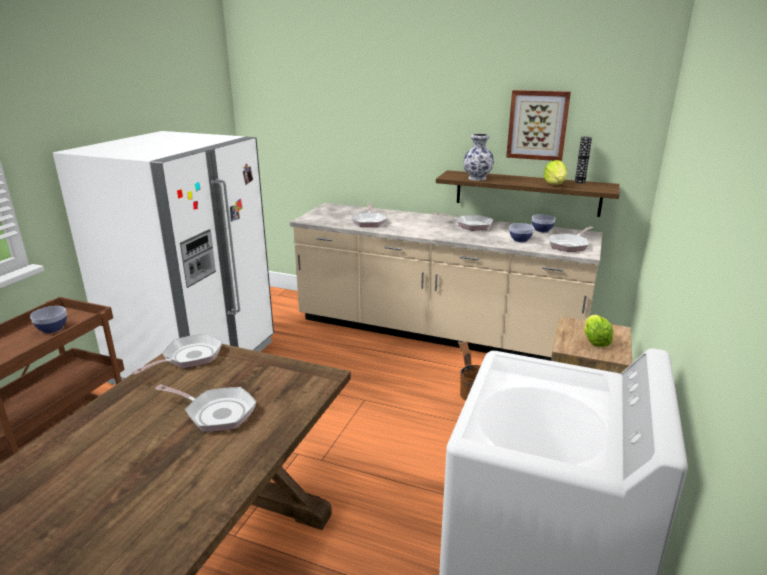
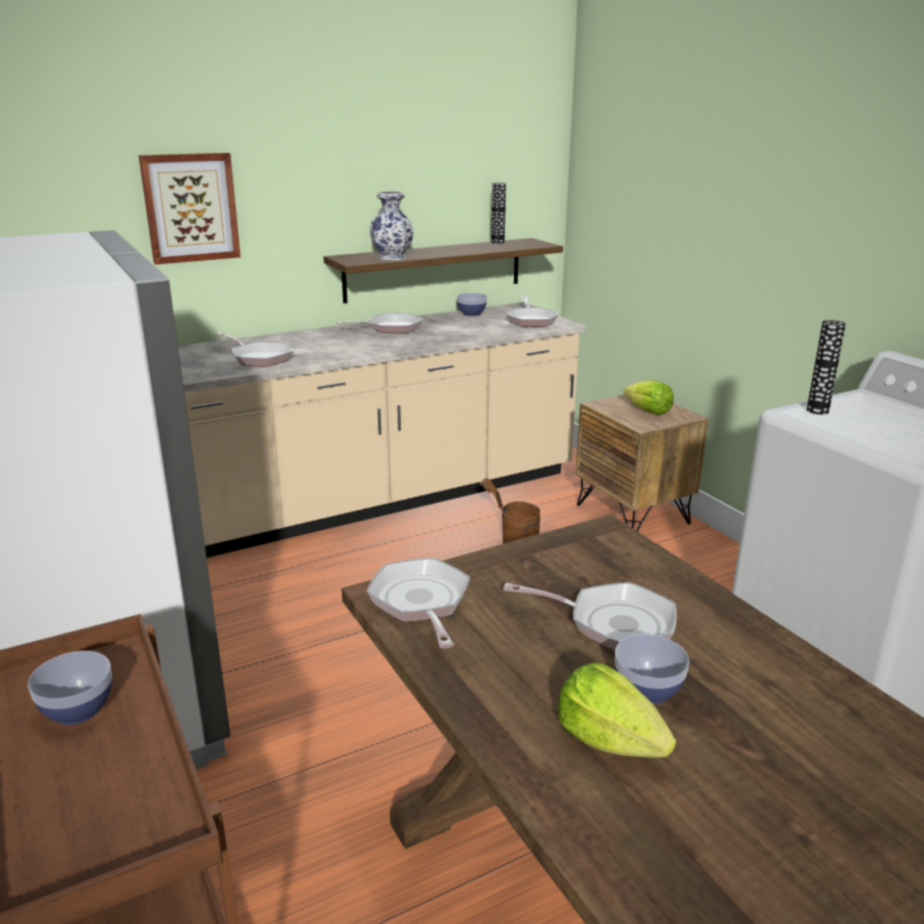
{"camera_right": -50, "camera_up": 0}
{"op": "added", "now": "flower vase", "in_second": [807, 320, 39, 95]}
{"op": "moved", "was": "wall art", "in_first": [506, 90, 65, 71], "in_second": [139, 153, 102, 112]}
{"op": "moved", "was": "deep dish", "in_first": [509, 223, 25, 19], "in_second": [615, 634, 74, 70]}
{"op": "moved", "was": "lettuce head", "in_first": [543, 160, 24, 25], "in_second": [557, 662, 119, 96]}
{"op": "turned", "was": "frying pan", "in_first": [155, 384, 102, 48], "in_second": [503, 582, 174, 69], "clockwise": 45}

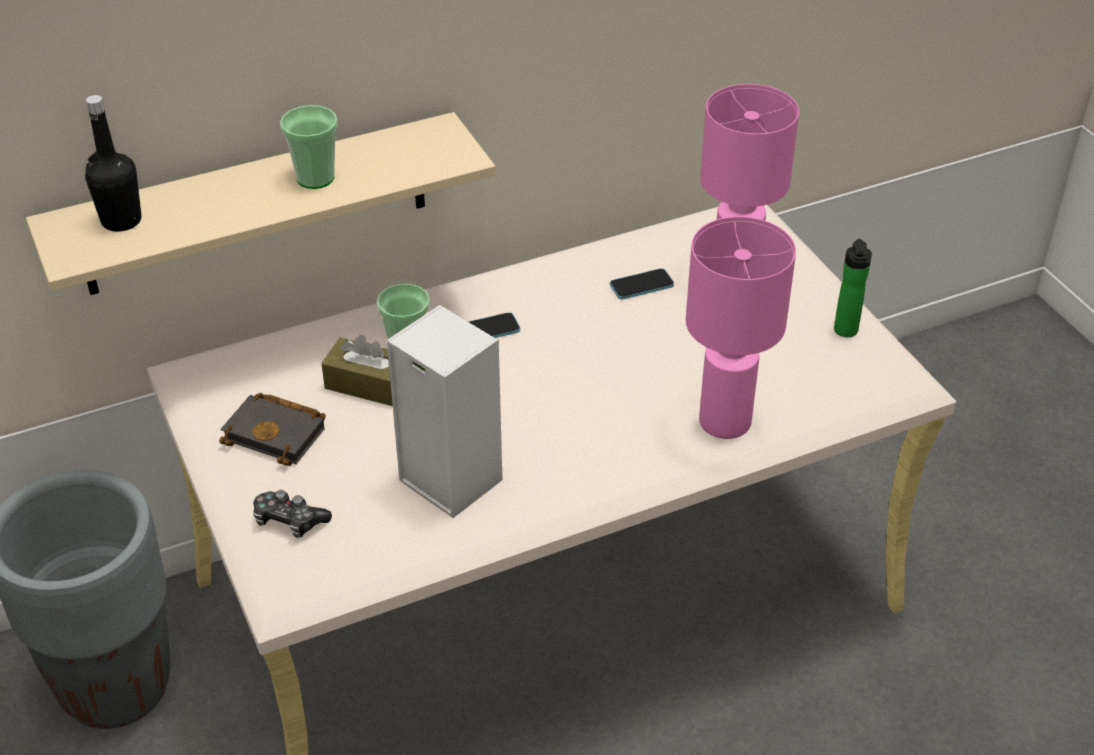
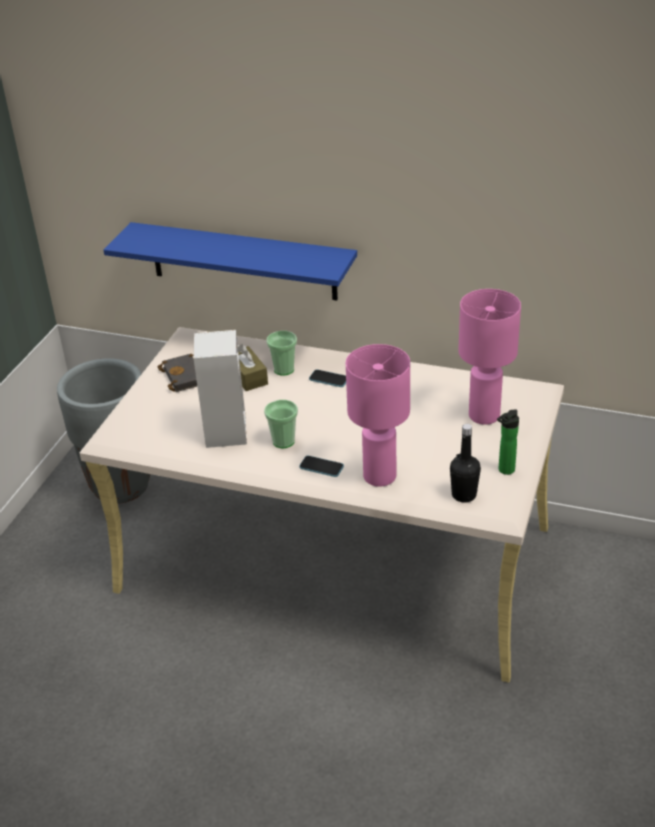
{"camera_right": 45, "camera_up": -5}
{"op": "removed", "was": "joypad", "in_first": [253, 490, 79, 48]}
{"op": "moved", "was": "bottle in black", "in_first": [85, 95, 57, 137], "in_second": [450, 424, 31, 79]}
{"op": "moved", "was": "small cup", "in_first": [280, 105, 58, 84], "in_second": [264, 400, 34, 48]}
{"op": "moved", "was": "telephone", "in_first": [610, 268, 64, 31], "in_second": [299, 456, 45, 21]}
{"op": "recoloured", "was": "bracket shelf in beige-coloured", "now": "bracket shelf in bluish", "in_first": [26, 112, 470, 183], "in_second": [104, 222, 253, 78]}

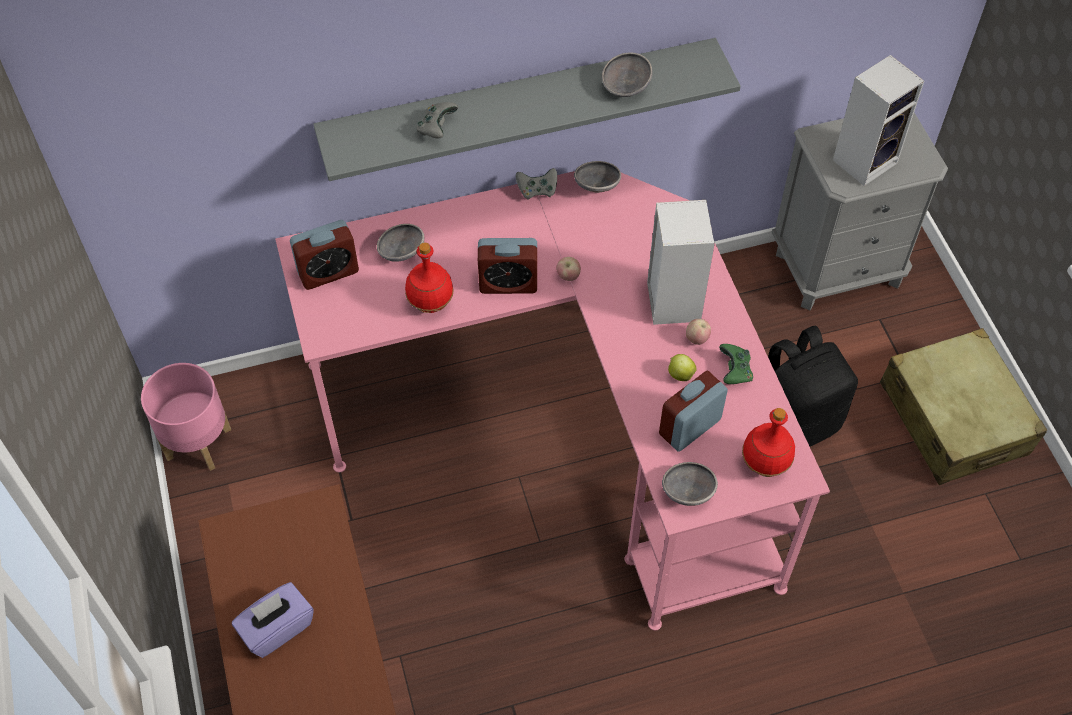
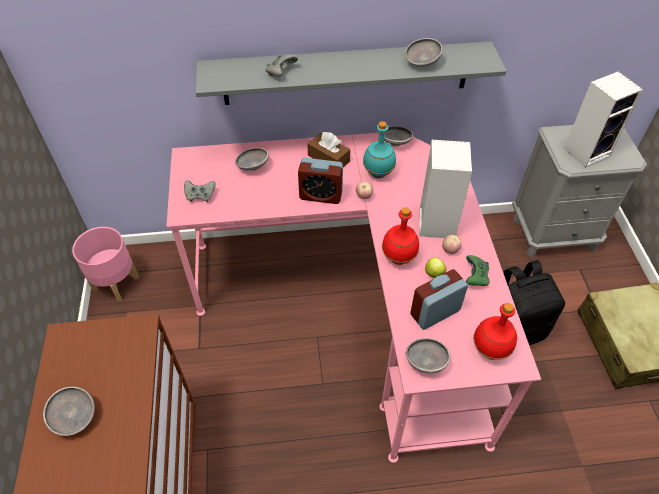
{"camera_right": 10, "camera_up": -5}
{"op": "removed", "was": "table clock", "in_first": [290, 220, 69, 70]}
{"op": "added", "now": "tissue box in brown-coloured", "in_second": [307, 132, 43, 35]}
{"op": "added", "now": "bottle in turquoise-coloured", "in_second": [363, 121, 33, 57]}
{"op": "moved", "was": "bottle in reddish", "in_first": [405, 243, 49, 70], "in_second": [382, 207, 37, 58]}
{"op": "moved", "was": "joypad in grey", "in_first": [516, 168, 41, 32], "in_second": [184, 180, 32, 22]}
{"op": "replaced", "was": "tissue box in purplish", "now": "deep dish in grey", "in_first": [232, 582, 82, 76], "in_second": [43, 386, 52, 50]}

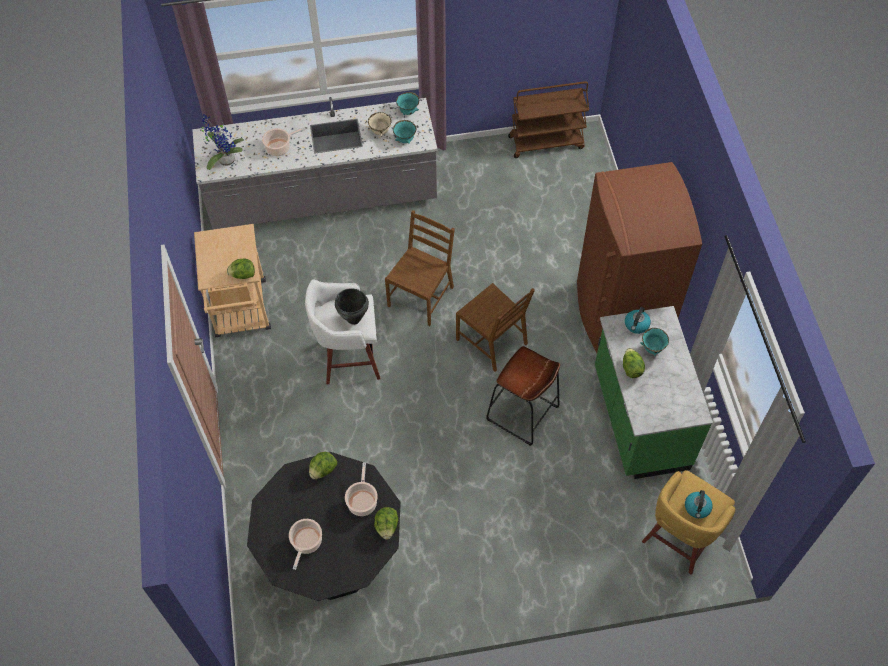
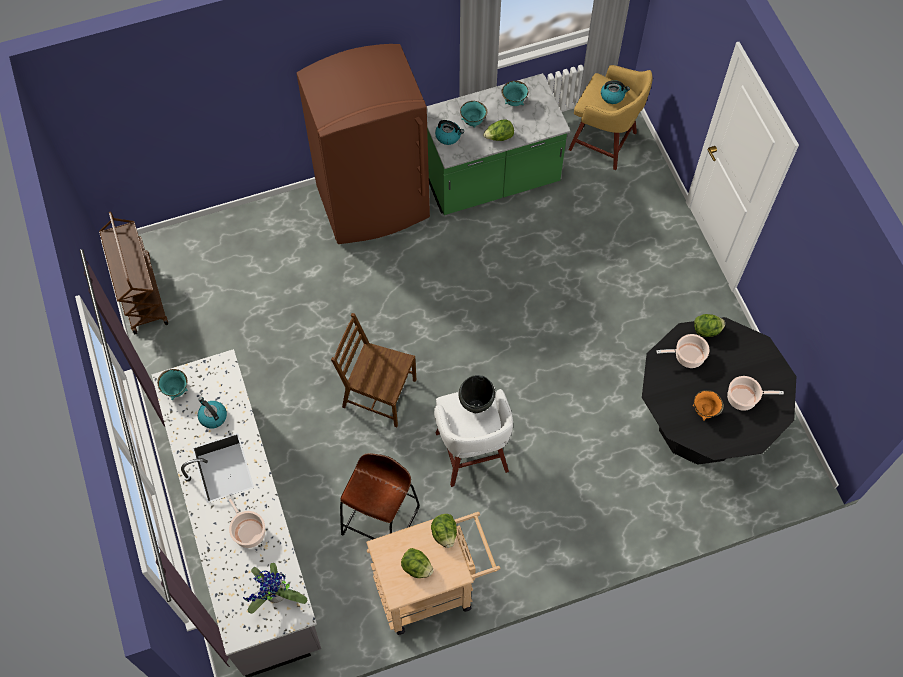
{"camera_right": -100, "camera_up": 5}
{"op": "removed", "was": "plain chair in brown-coloured", "in_first": [456, 283, 79, 89]}
{"op": "added", "now": "deep dish in orange-coloured", "in_second": [693, 390, 31, 30]}
{"op": "moved", "was": "lettuce head", "in_first": [309, 452, 28, 27], "in_second": [401, 548, 33, 30]}
{"op": "moved", "was": "deep dish in turquoise-coloured", "in_first": [393, 120, 23, 24], "in_second": [502, 81, 26, 25]}
{"op": "moved", "was": "stool in brown-coloured", "in_first": [486, 346, 74, 100], "in_second": [340, 453, 80, 86]}
{"op": "replaced", "was": "deep dish in beige-coloured", "now": "water kettle", "in_first": [368, 112, 24, 25], "in_second": [198, 397, 29, 32]}

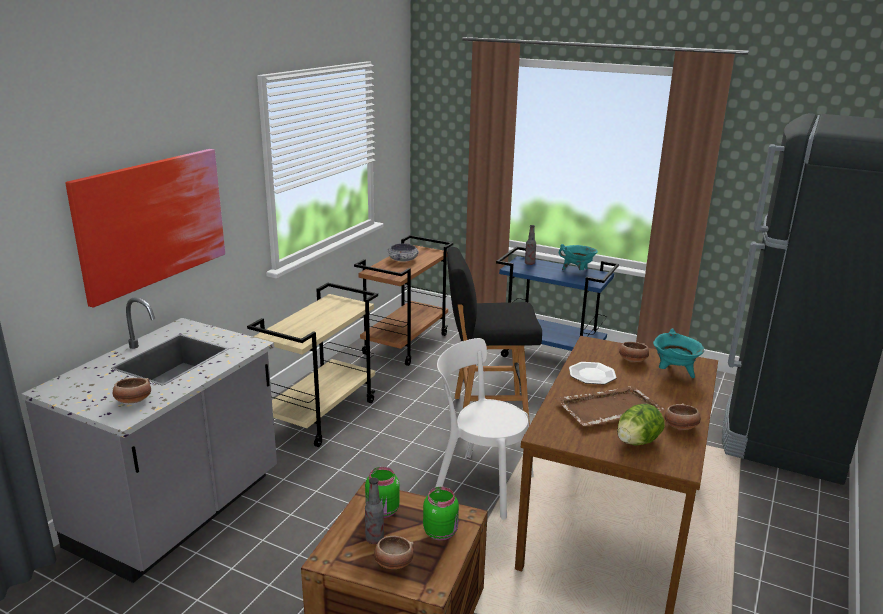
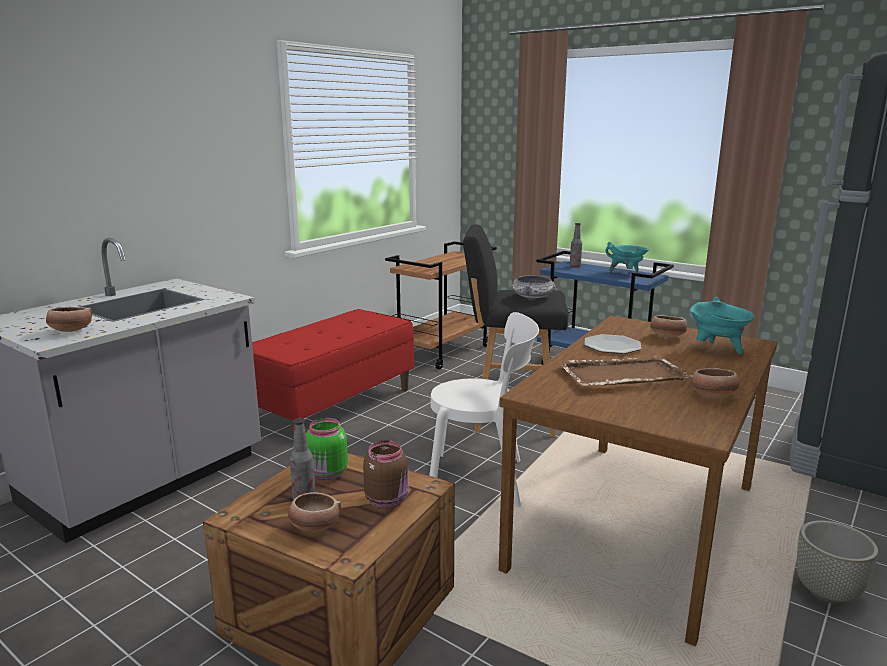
{"camera_right": 10, "camera_up": -5}
{"op": "removed", "was": "wall art", "in_first": [65, 149, 160, 159]}
{"op": "removed", "was": "lettuce head", "in_first": [617, 404, 48, 42]}
{"op": "added", "now": "planter in grey", "in_second": [797, 520, 81, 84]}
{"op": "moved", "was": "deep dish", "in_first": [388, 243, 31, 19], "in_second": [512, 275, 44, 23]}
{"op": "replaced", "was": "trolley in beige-coloured", "now": "bench in reddish", "in_first": [247, 283, 131, 164], "in_second": [252, 309, 162, 133]}
{"op": "recoloured", "was": "preserve jar in green", "now": "preserve jar in brown-coloured", "in_first": [423, 487, 36, 54], "in_second": [363, 440, 45, 68]}
{"op": "turned", "was": "plain chair in white", "in_first": [435, 338, 99, 181], "in_second": [429, 312, 110, 195], "clockwise": 150}

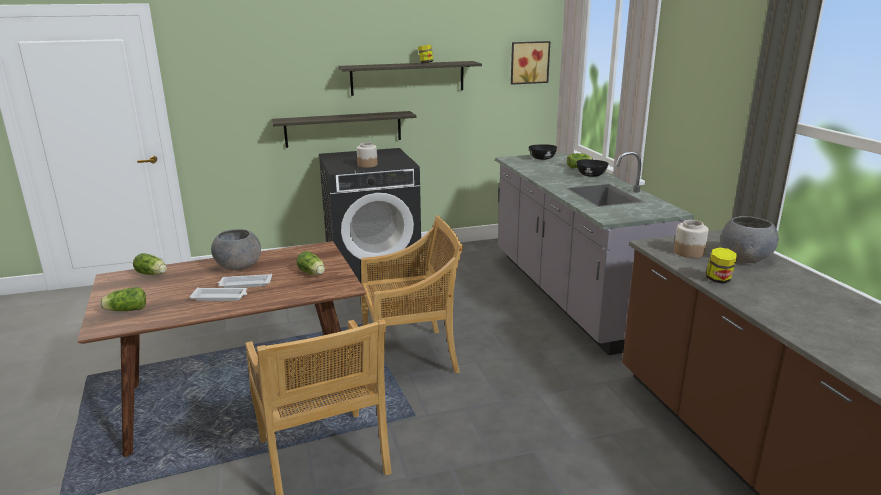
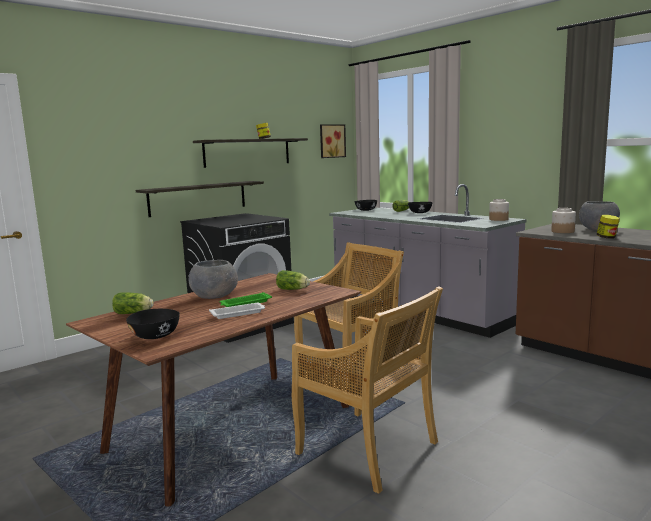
{"camera_right": -25, "camera_up": -10}
{"op": "moved", "was": "preserve jar", "in_first": [357, 142, 21, 26], "in_second": [489, 199, 20, 22]}
{"op": "replaced", "was": "lettuce head", "now": "deep dish in black", "in_first": [100, 287, 46, 24], "in_second": [126, 309, 54, 30]}
{"op": "recoloured", "was": "carrying tray in white", "now": "carrying tray in green", "in_first": [218, 274, 54, 14], "in_second": [219, 292, 53, 15]}

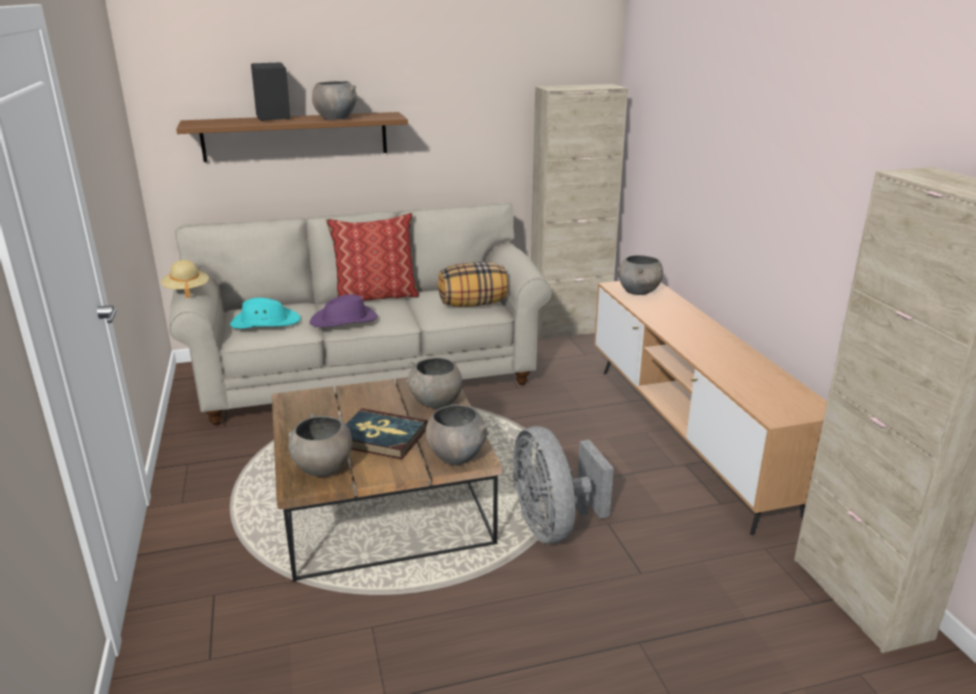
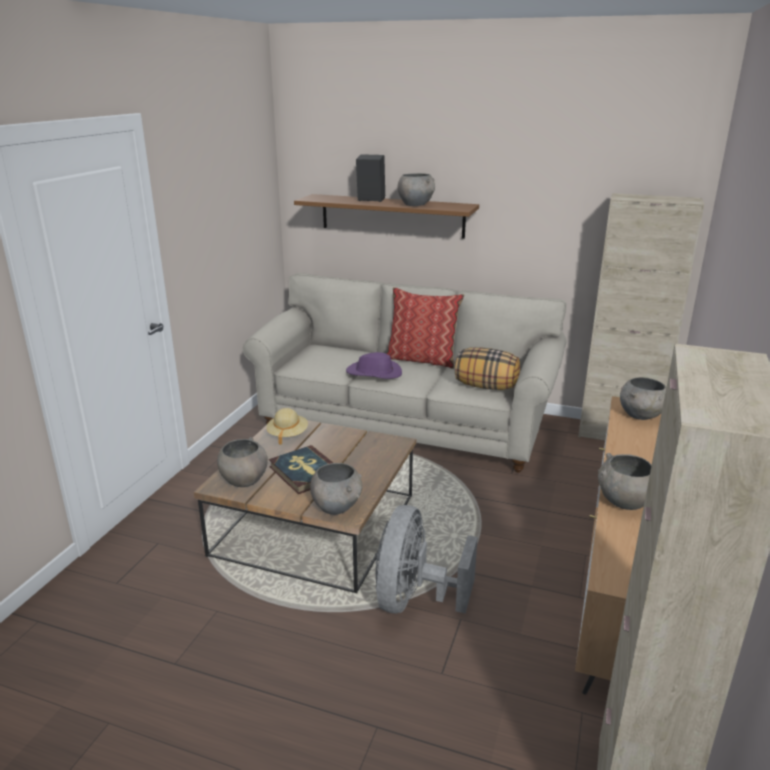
{"camera_right": 35, "camera_up": 0}
{"op": "removed", "was": "clothing hat in turquoise-coloured", "in_first": [230, 298, 71, 31]}
{"op": "moved", "was": "clothing hat in beige-coloured", "in_first": [161, 260, 48, 38], "in_second": [266, 408, 42, 37]}
{"op": "moved", "was": "deep dish in grey", "in_first": [406, 358, 56, 51], "in_second": [598, 453, 54, 57]}

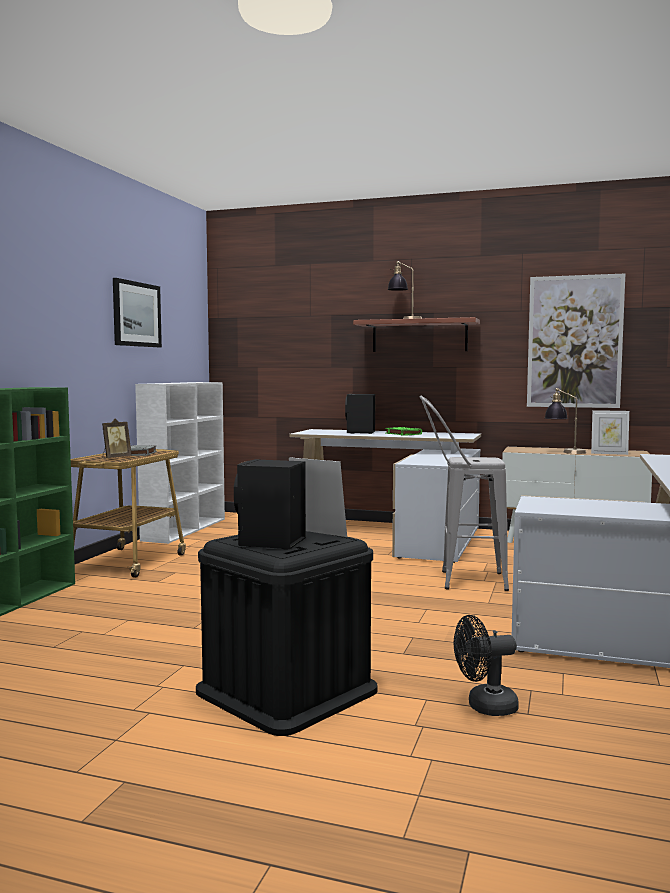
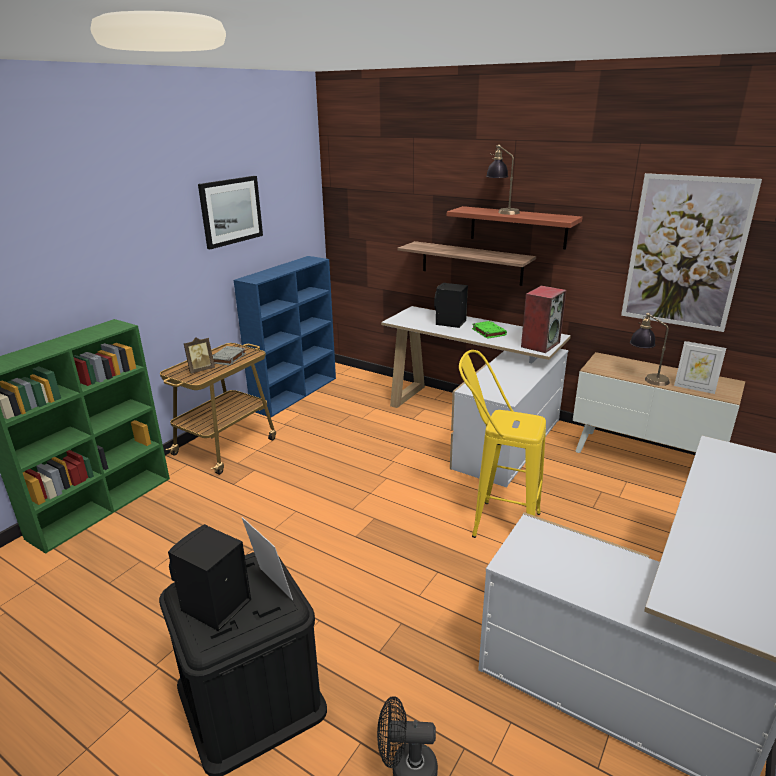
{"camera_right": 15, "camera_up": 20}
{"op": "added", "now": "bracket shelf", "in_second": [397, 241, 139, 45]}
{"op": "added", "now": "speaker", "in_second": [521, 286, 45, 67]}
{"op": "recoloured", "was": "bookshelf in white", "now": "bookshelf in bluish", "in_first": [135, 382, 90, 162], "in_second": [234, 256, 102, 161]}
{"op": "recoloured", "was": "stool in grey", "now": "stool in yellowish", "in_first": [420, 396, 89, 195], "in_second": [459, 350, 87, 188]}

